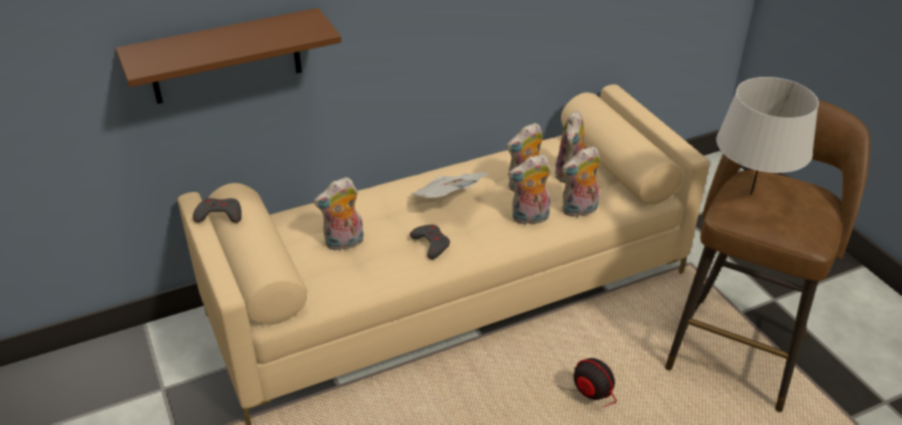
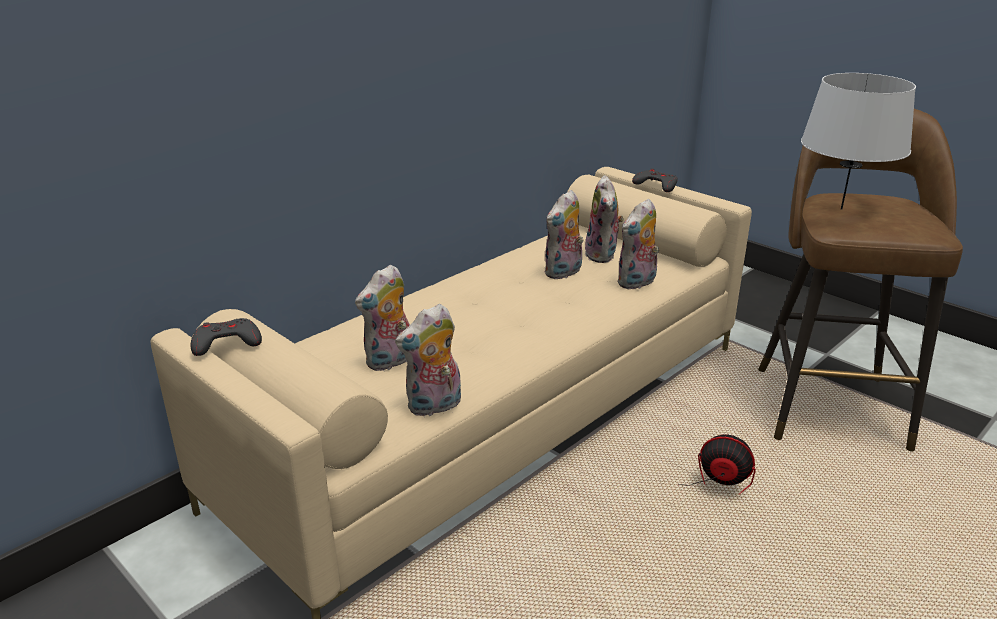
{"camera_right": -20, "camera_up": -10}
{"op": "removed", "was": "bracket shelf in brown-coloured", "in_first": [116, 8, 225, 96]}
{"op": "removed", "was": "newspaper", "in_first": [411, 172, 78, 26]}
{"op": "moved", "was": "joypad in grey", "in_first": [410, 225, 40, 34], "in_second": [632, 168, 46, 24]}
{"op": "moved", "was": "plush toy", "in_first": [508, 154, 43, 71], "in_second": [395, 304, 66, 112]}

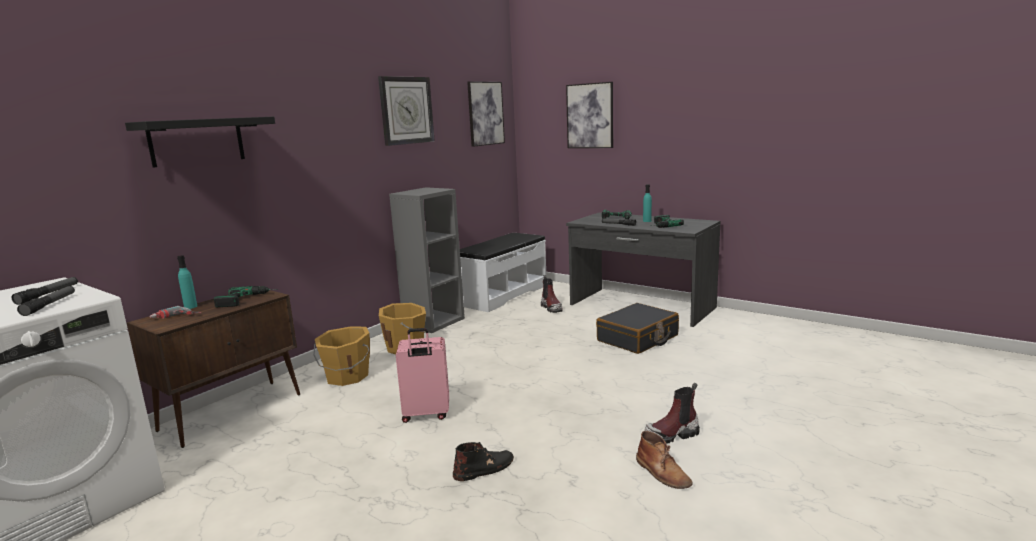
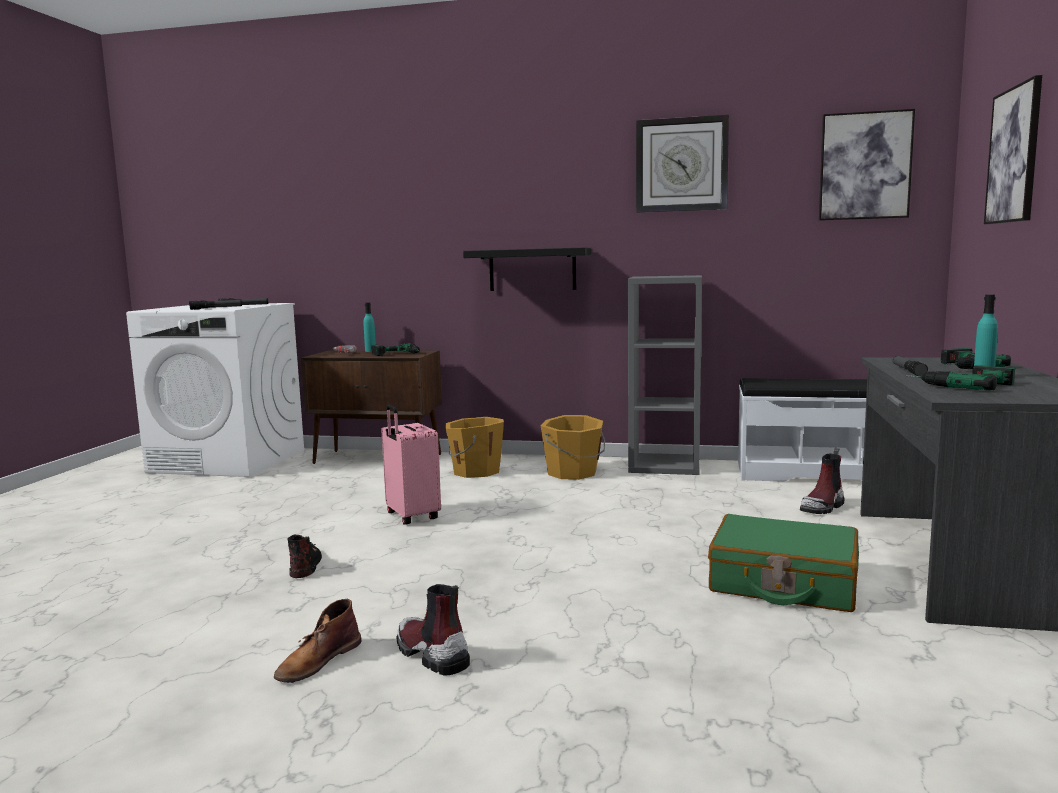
{"camera_right": 65, "camera_up": -5}
{"op": "moved", "was": "bracket shelf in black", "in_first": [125, 117, 150, 51], "in_second": [463, 248, 128, 43]}
{"op": "recoloured", "was": "piece of luggage in black", "now": "piece of luggage in green", "in_first": [596, 303, 83, 51], "in_second": [708, 514, 151, 98]}
{"op": "turned", "was": "boot in black", "in_first": [453, 442, 61, 39], "in_second": [287, 535, 35, 43], "clockwise": -135}

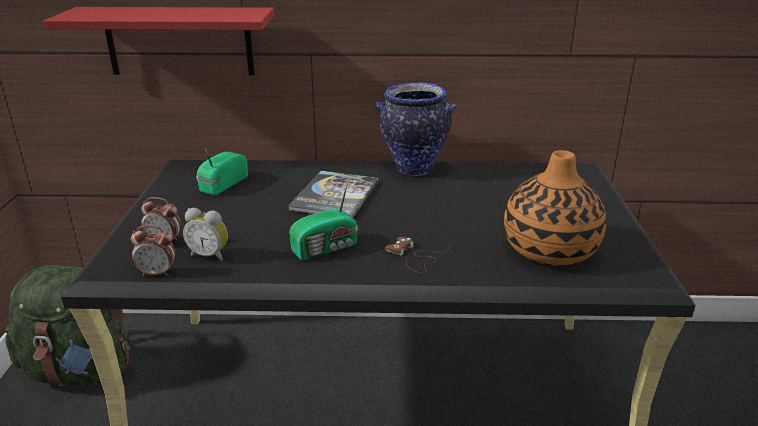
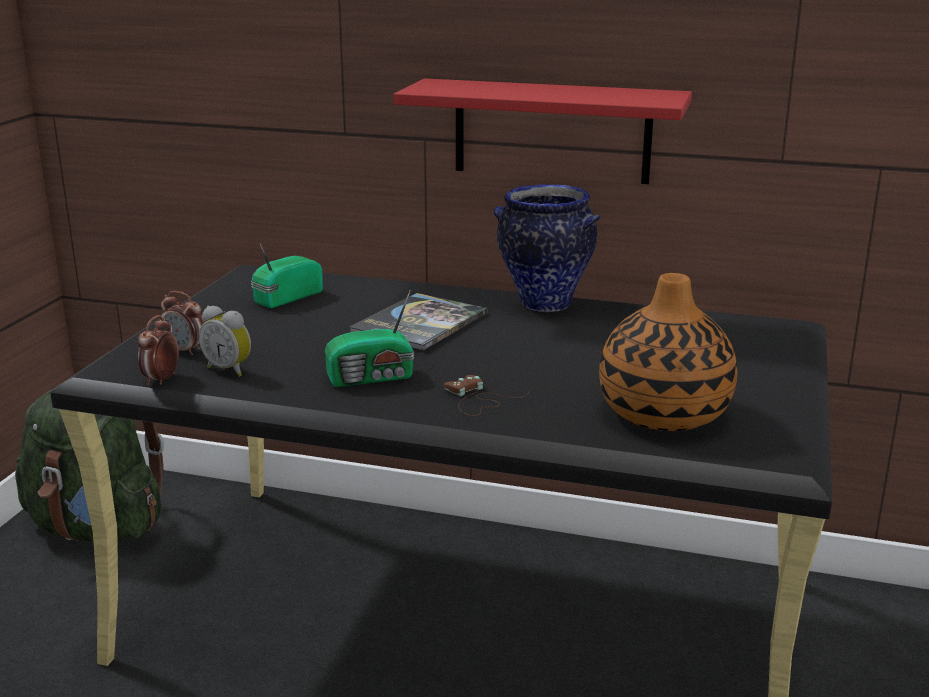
{"camera_right": 15, "camera_up": -5}
{"op": "moved", "was": "bracket shelf in reddish", "in_first": [43, 7, 232, 69], "in_second": [393, 78, 299, 106]}
{"op": "turned", "was": "table clock", "in_first": [131, 225, 44, 51], "in_second": [138, 315, 41, 70], "clockwise": 90}

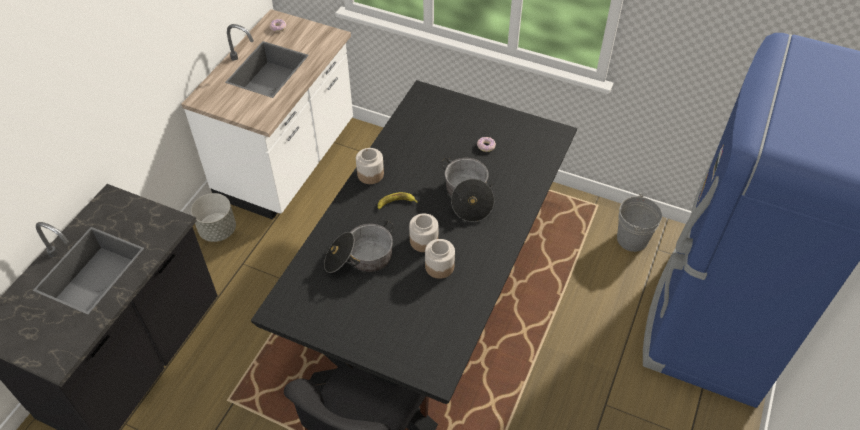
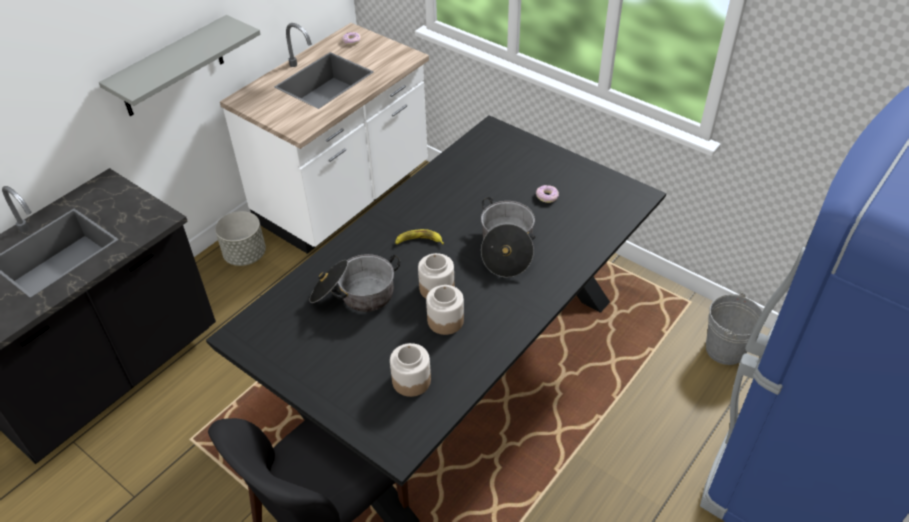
{"camera_right": 15, "camera_up": -5}
{"op": "added", "now": "bracket shelf in grey", "in_second": [99, 15, 162, 101]}
{"op": "moved", "was": "preserve jar", "in_first": [356, 148, 28, 36], "in_second": [390, 343, 41, 54]}

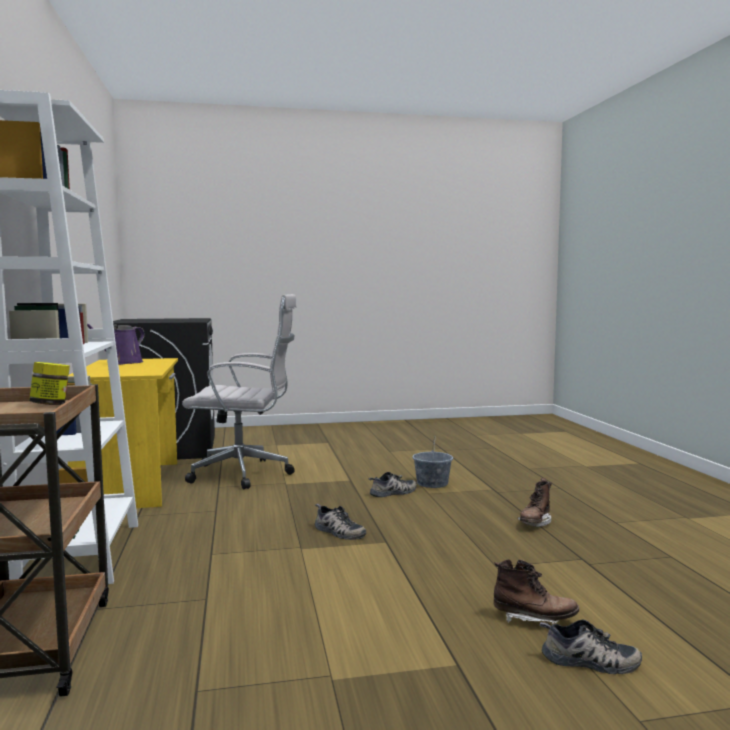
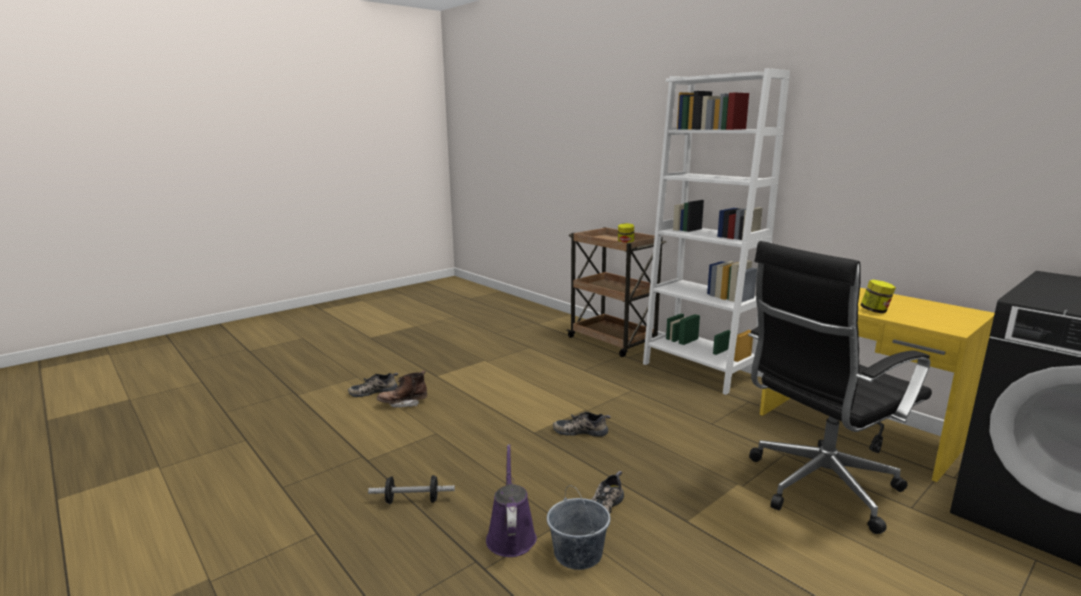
{"camera_right": 150, "camera_up": 10}
{"op": "added", "now": "preserve jar", "in_second": [861, 280, 35, 33]}
{"op": "moved", "was": "watering can in purplish", "in_first": [87, 323, 58, 42], "in_second": [486, 444, 51, 113]}
{"op": "replaced", "was": "boot in brown-coloured", "now": "free weight", "in_first": [518, 478, 34, 49], "in_second": [368, 475, 87, 29]}
{"op": "recoloured", "was": "computer chair in white", "now": "computer chair in black", "in_first": [182, 294, 114, 195], "in_second": [748, 241, 184, 293]}

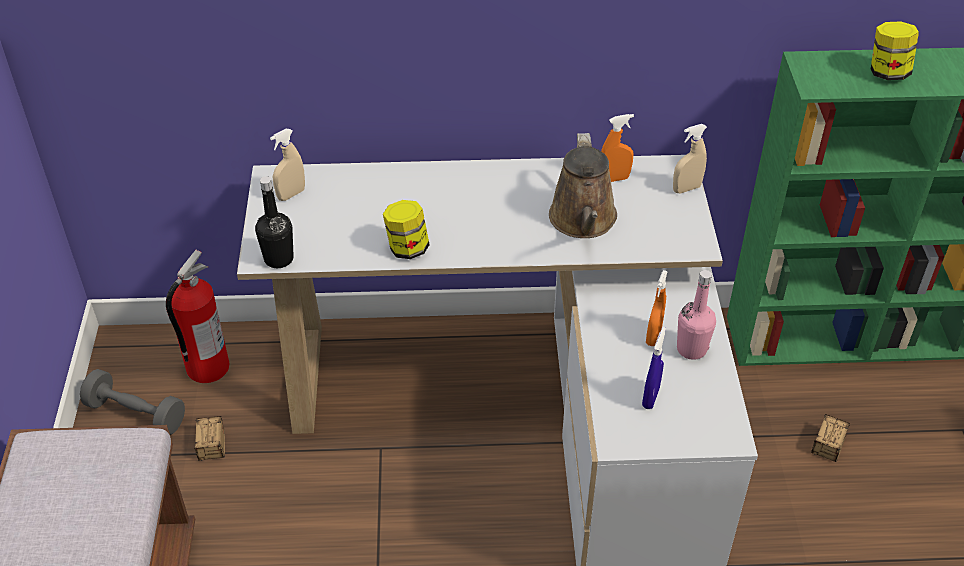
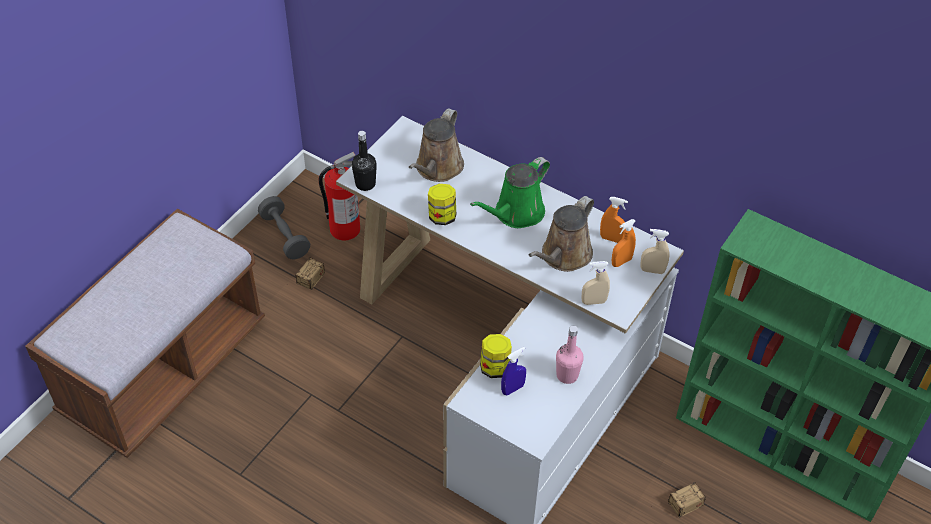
{"camera_right": 35, "camera_up": 5}
{"op": "added", "now": "watering can in brown-coloured", "in_second": [409, 108, 55, 74]}
{"op": "added", "now": "watering can in green", "in_second": [470, 157, 80, 71]}
{"op": "moved", "was": "hand sprayer in beige-coloured", "in_first": [270, 129, 35, 72], "in_second": [582, 261, 28, 44]}
{"op": "moved", "was": "hand sprayer in orange-coloured", "in_first": [646, 270, 22, 76], "in_second": [612, 219, 24, 48]}
{"op": "moved", "was": "preserve jar", "in_first": [871, 21, 48, 59], "in_second": [480, 334, 32, 44]}

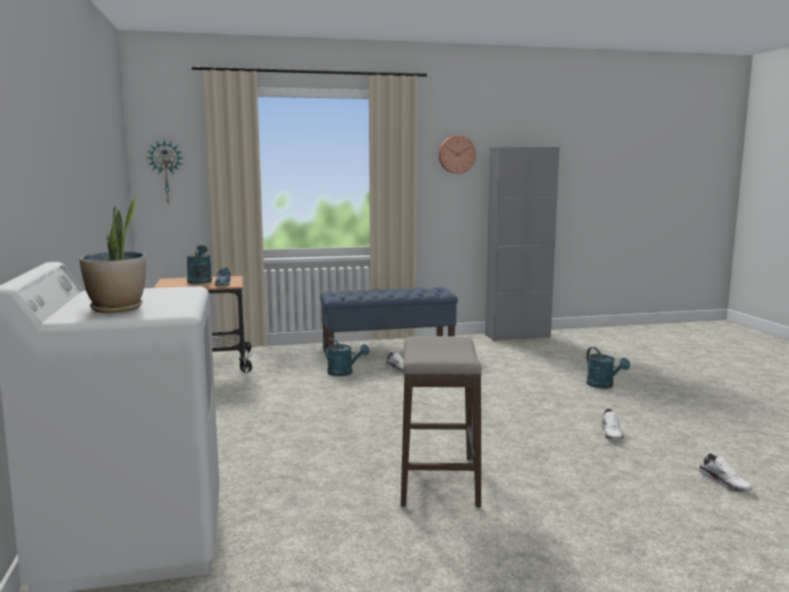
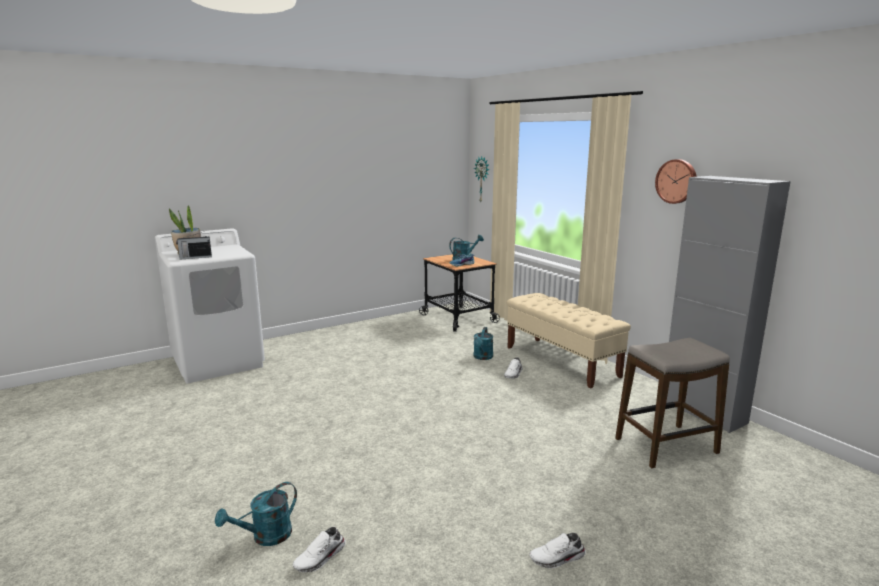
{"camera_right": 70, "camera_up": 5}
{"op": "added", "now": "radio set", "in_second": [176, 232, 36, 27]}
{"op": "moved", "was": "stool", "in_first": [401, 336, 81, 172], "in_second": [615, 338, 115, 130]}
{"op": "moved", "was": "watering can in turquoise-coloured", "in_first": [586, 347, 44, 42], "in_second": [215, 482, 82, 64]}
{"op": "moved", "was": "shoe in white", "in_first": [601, 409, 23, 31], "in_second": [529, 533, 57, 36]}
{"op": "recoloured", "was": "bench in bluish", "now": "bench in beige-coloured", "in_first": [320, 287, 138, 62], "in_second": [507, 293, 124, 96]}

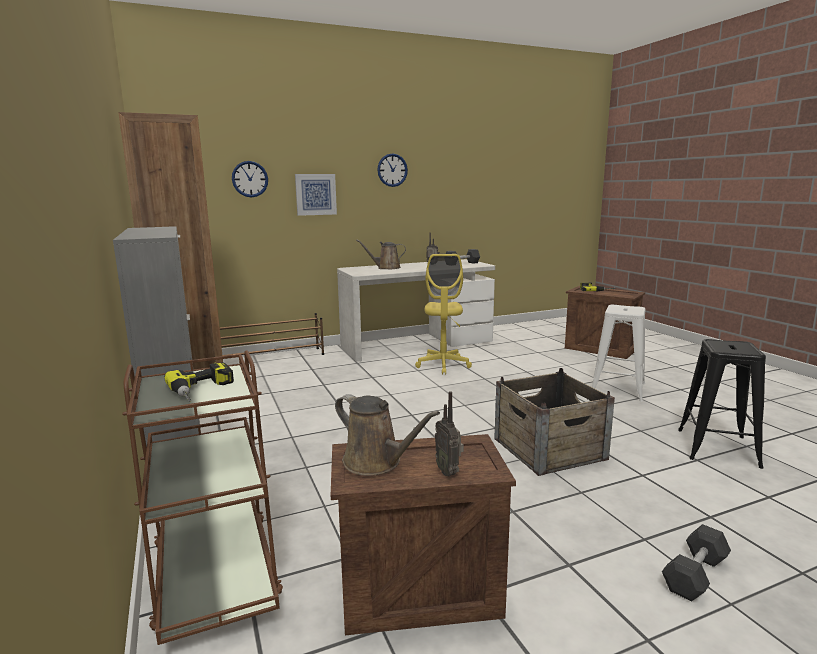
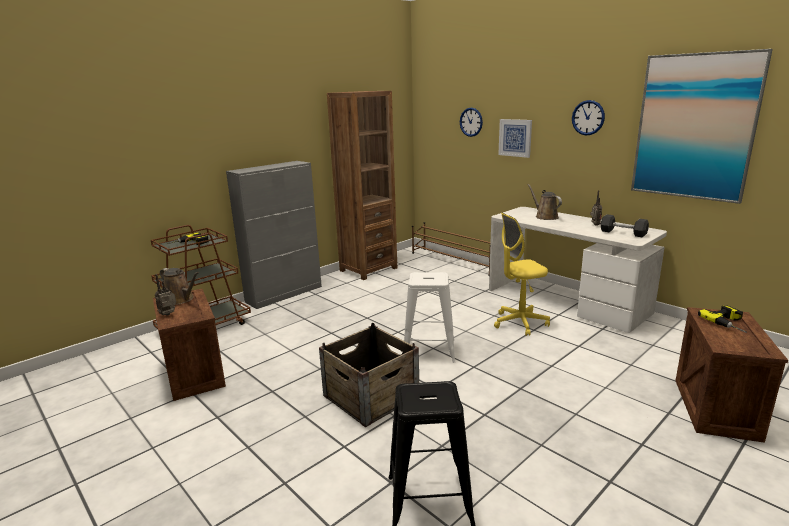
{"camera_right": 70, "camera_up": 5}
{"op": "removed", "was": "free weight in grey", "in_first": [662, 524, 69, 78]}
{"op": "added", "now": "wall art", "in_second": [631, 49, 142, 155]}
{"op": "moved", "was": "stool in white", "in_first": [592, 305, 54, 97], "in_second": [404, 272, 52, 91]}
{"op": "turned", "was": "watering can in brown-coloured", "in_first": [335, 394, 105, 82], "in_second": [160, 268, 39, 37], "clockwise": -75}

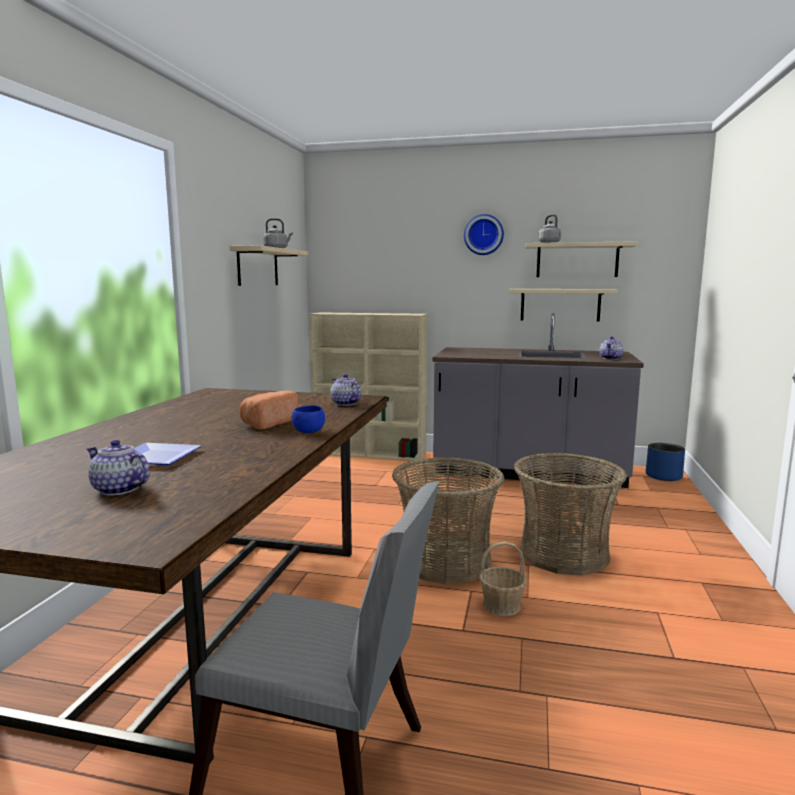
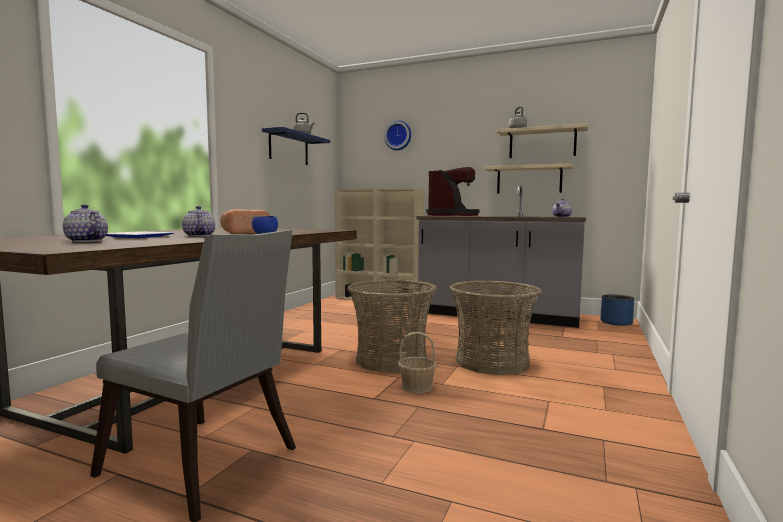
{"camera_right": 10, "camera_up": -5}
{"op": "added", "now": "coffee maker", "in_second": [426, 167, 54, 49]}
{"op": "moved", "was": "tea pot", "in_first": [330, 374, 31, 32], "in_second": [182, 206, 33, 31]}
{"op": "moved", "was": "wall clock", "in_first": [464, 214, 40, 41], "in_second": [384, 120, 27, 30]}
{"op": "recoloured", "was": "bracket shelf in beige-coloured", "now": "bracket shelf in bluish", "in_first": [229, 245, 79, 41], "in_second": [262, 127, 68, 38]}

